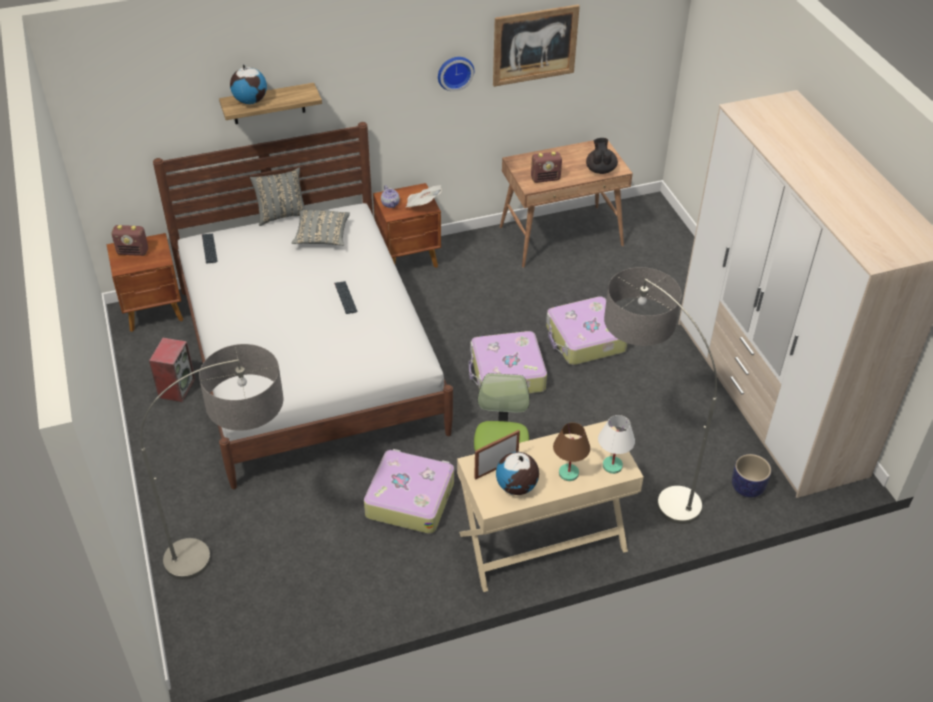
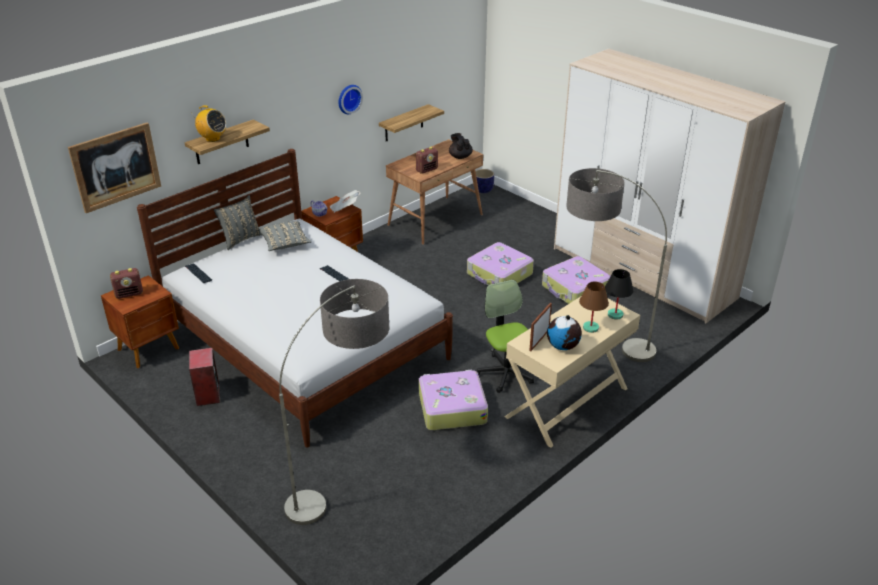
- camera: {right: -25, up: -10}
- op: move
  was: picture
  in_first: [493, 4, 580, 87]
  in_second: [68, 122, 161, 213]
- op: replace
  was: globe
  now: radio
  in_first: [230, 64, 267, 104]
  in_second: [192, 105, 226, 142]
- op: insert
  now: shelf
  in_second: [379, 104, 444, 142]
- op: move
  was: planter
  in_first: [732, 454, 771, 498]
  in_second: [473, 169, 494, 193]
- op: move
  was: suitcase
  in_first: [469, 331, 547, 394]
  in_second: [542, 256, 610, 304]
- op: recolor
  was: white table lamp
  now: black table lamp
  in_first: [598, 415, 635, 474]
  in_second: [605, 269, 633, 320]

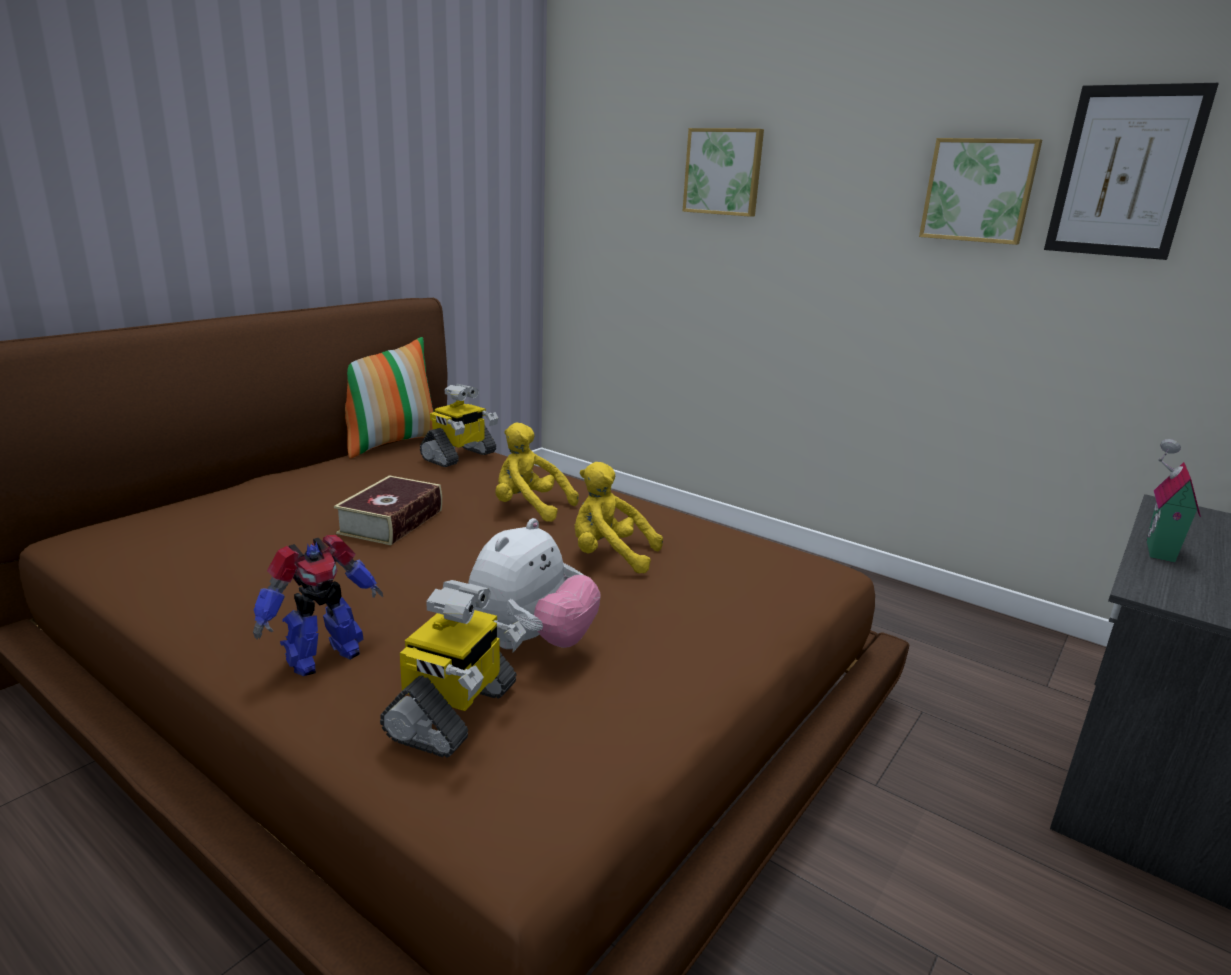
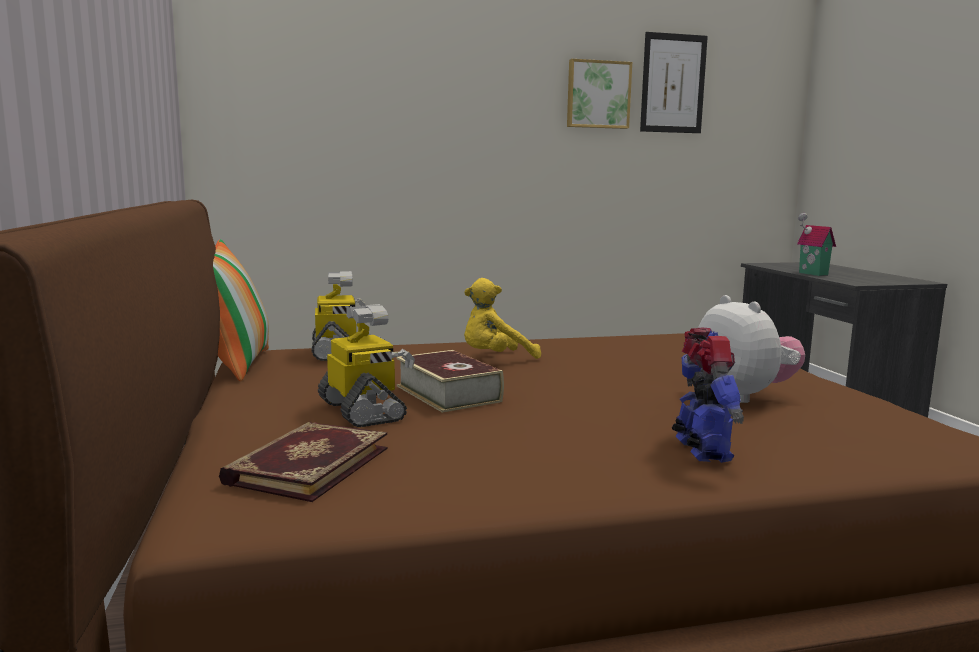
- camera: {right: -50, up: -10}
- op: insert
  now: book
  in_second: [219, 422, 387, 502]
- op: move
  was: toy robot
  in_first: [380, 580, 526, 758]
  in_second: [318, 304, 415, 427]
- op: delete
  was: yellow plush toy
  in_first: [575, 462, 663, 574]
- op: delete
  was: picture
  in_first: [683, 128, 764, 217]

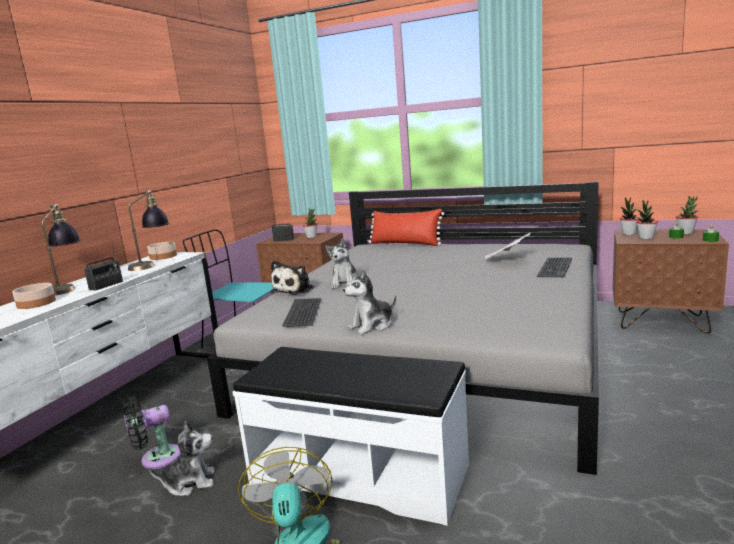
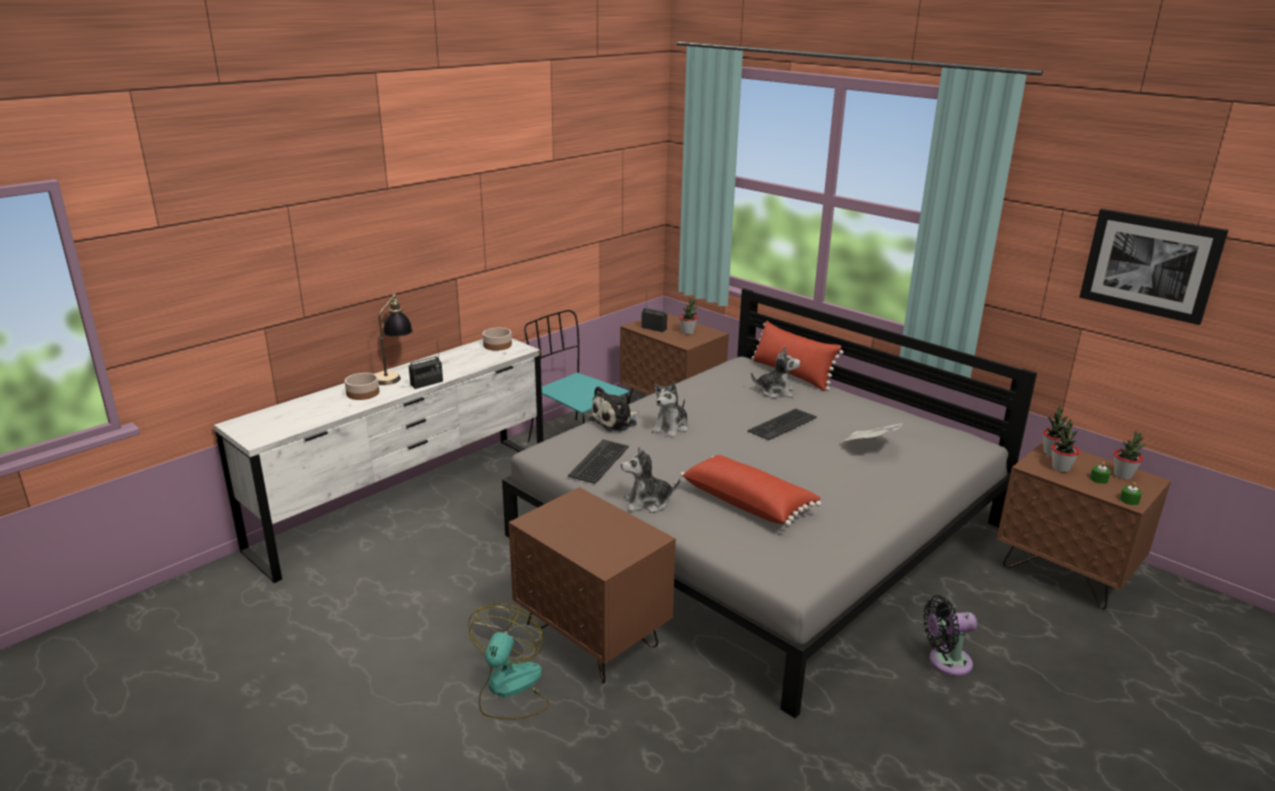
- camera: {right: 20, up: 10}
- op: replace
  was: white bench
  now: brown nightstand
  in_first: [233, 347, 469, 526]
  in_second: [508, 487, 676, 683]
- op: insert
  now: red pillow
  in_second: [680, 455, 821, 526]
- op: move
  was: keyboard
  in_first: [537, 258, 572, 278]
  in_second: [748, 409, 817, 440]
- op: move
  was: plush toy
  in_first: [149, 421, 215, 496]
  in_second: [751, 346, 801, 398]
- op: move
  was: black fan
  in_first: [122, 396, 180, 469]
  in_second: [923, 595, 977, 676]
- op: insert
  now: picture
  in_second: [1079, 209, 1228, 325]
- op: delete
  was: table lamp
  in_first: [128, 190, 169, 271]

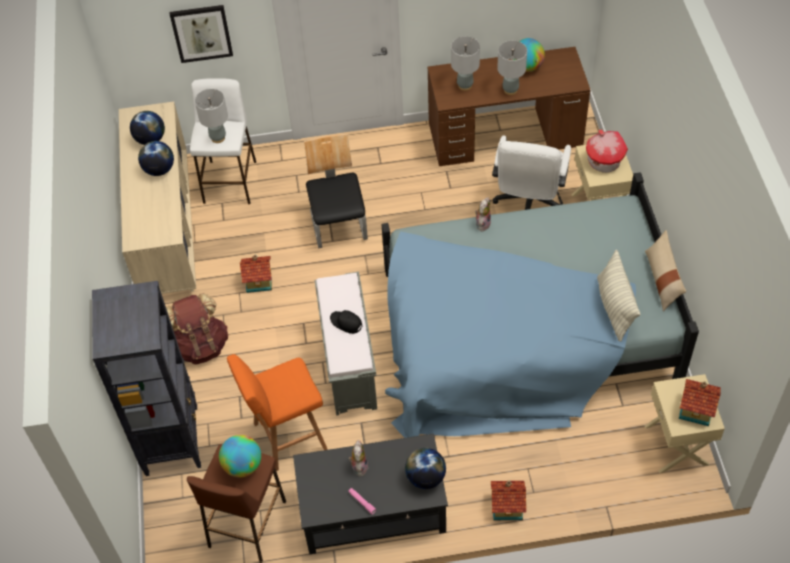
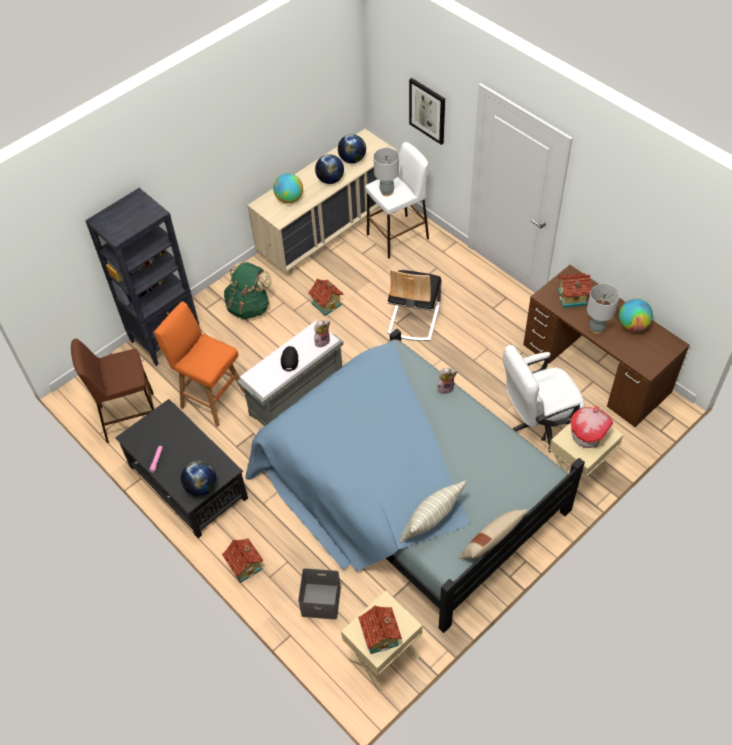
- camera: {right: 55, up: 0}
- op: recolor
  was: brown backpack
  now: green backpack
  in_first: [166, 293, 228, 364]
  in_second: [224, 261, 272, 319]
- op: move
  was: globe
  in_first: [219, 435, 261, 478]
  in_second: [273, 173, 303, 203]
- op: insert
  now: grey storage box
  in_second: [298, 568, 341, 620]
- op: move
  was: plush toy
  in_first: [349, 440, 368, 476]
  in_second: [314, 320, 330, 347]
- op: rotate
  was: chair
  in_first: [304, 134, 368, 248]
  in_second: [388, 269, 441, 341]
  clockwise: 150
- op: replace
  was: grey table lamp
  now: toy house
  in_first: [451, 36, 480, 91]
  in_second: [558, 273, 591, 308]

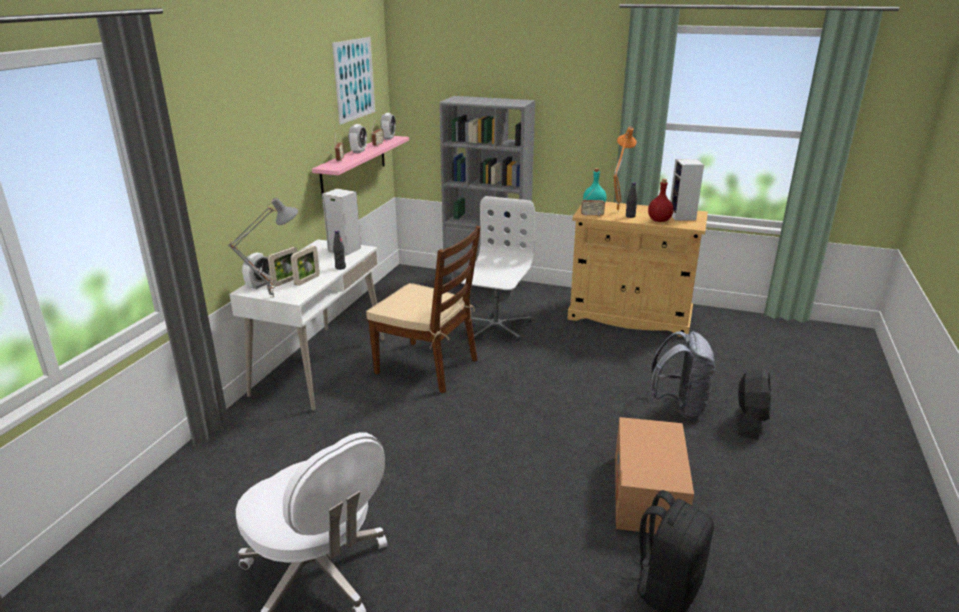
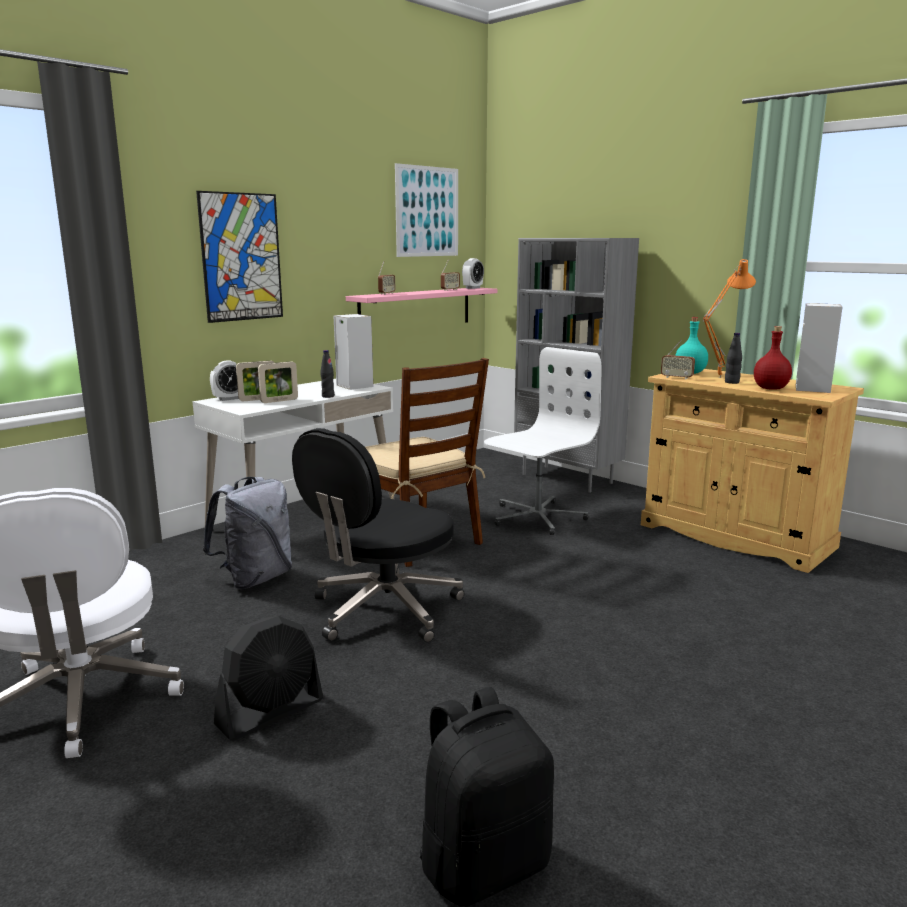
- camera: {right: 25, up: -10}
- op: insert
  now: picture
  in_second: [196, 191, 283, 323]
- op: move
  was: grey backpack
  in_first: [650, 331, 716, 419]
  in_second: [202, 477, 292, 589]
- op: move
  was: black fan
  in_first: [738, 369, 771, 440]
  in_second: [214, 616, 323, 741]
- op: insert
  now: black office chair
  in_second: [292, 428, 464, 642]
- op: delete
  was: grey table lamp
  in_first: [228, 197, 298, 298]
- op: delete
  was: alarm clock
  in_first: [349, 124, 367, 153]
- op: delete
  was: cardboard box
  in_first: [615, 417, 694, 534]

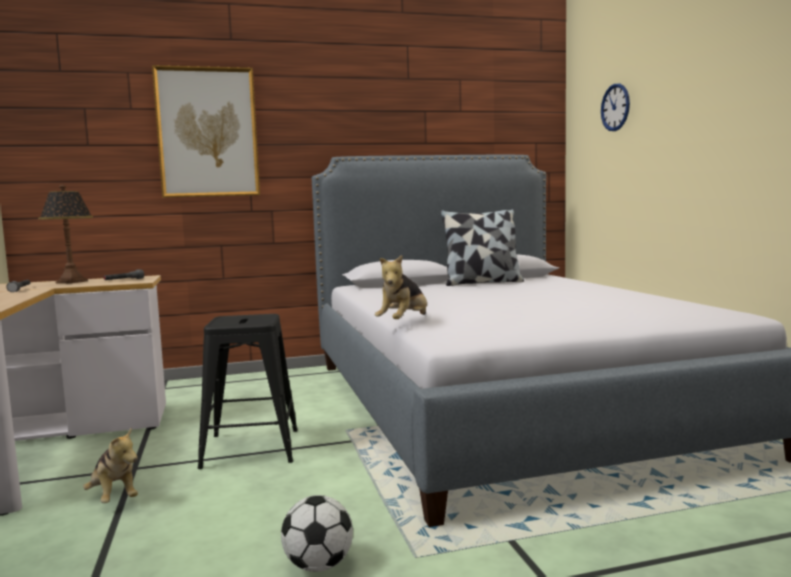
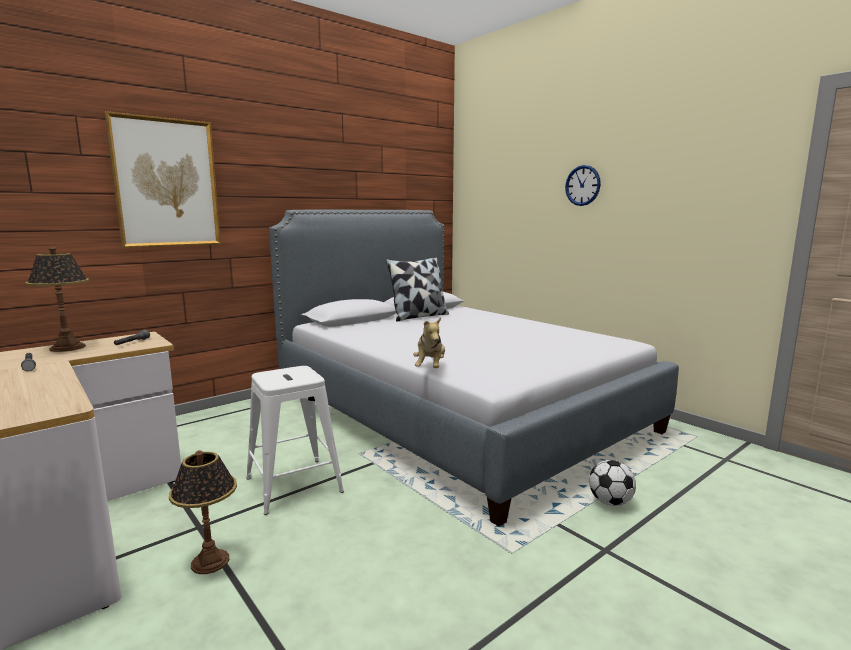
- camera: {right: -25, up: 5}
- op: replace
  was: plush toy
  now: table lamp
  in_first: [83, 428, 138, 503]
  in_second: [169, 450, 237, 574]
- op: recolor
  was: black stool
  now: white stool
  in_first: [198, 314, 298, 469]
  in_second: [246, 366, 344, 515]
- op: move
  was: wall clock
  in_first: [601, 84, 630, 131]
  in_second: [565, 165, 601, 206]
- op: move
  was: football
  in_first: [281, 495, 353, 572]
  in_second: [589, 460, 636, 506]

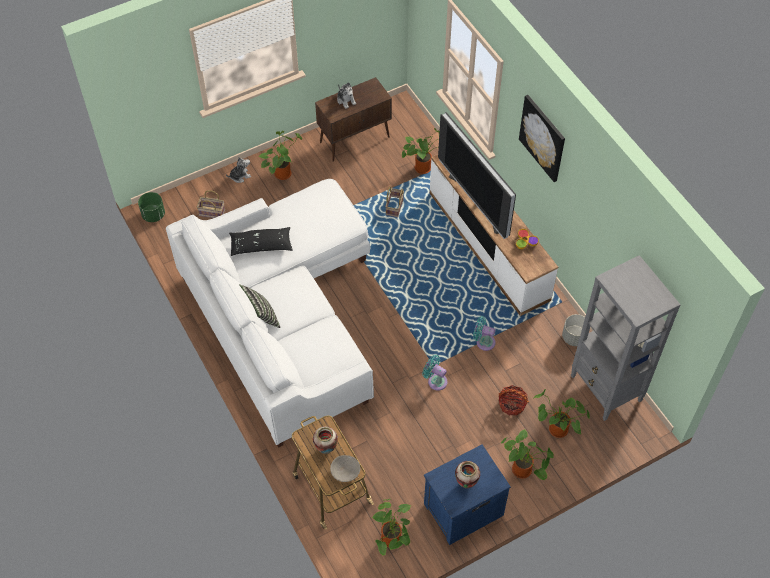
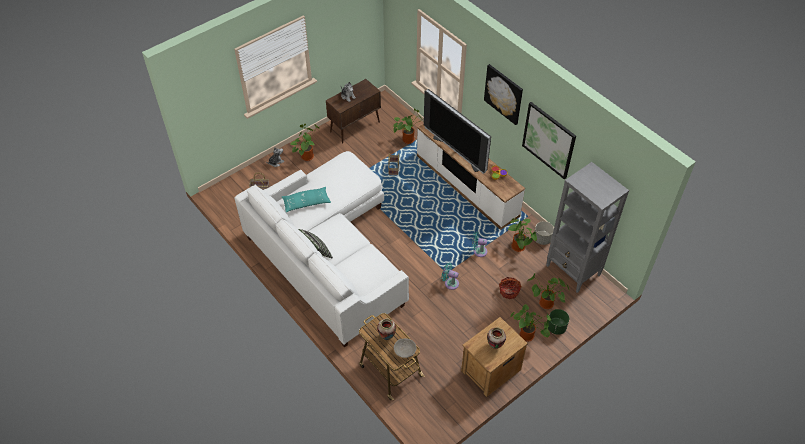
- camera: {right: -10, up: -5}
- op: recolor
  was: black pillow
  now: turquoise pillow
  in_first: [229, 227, 293, 256]
  in_second: [282, 187, 331, 212]
- op: recolor
  was: blue nightstand
  now: brown nightstand
  in_first: [424, 444, 511, 545]
  in_second: [461, 317, 528, 397]
- op: move
  was: potted plant
  in_first: [371, 499, 412, 556]
  in_second: [507, 218, 537, 252]
- op: insert
  now: picture
  in_second: [522, 102, 576, 180]
- op: move
  was: green planter
  in_first: [138, 192, 165, 222]
  in_second: [548, 309, 569, 335]

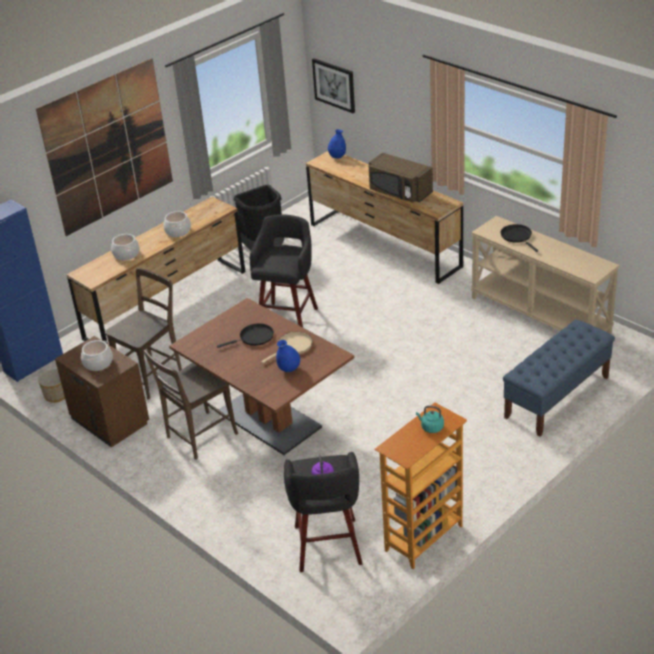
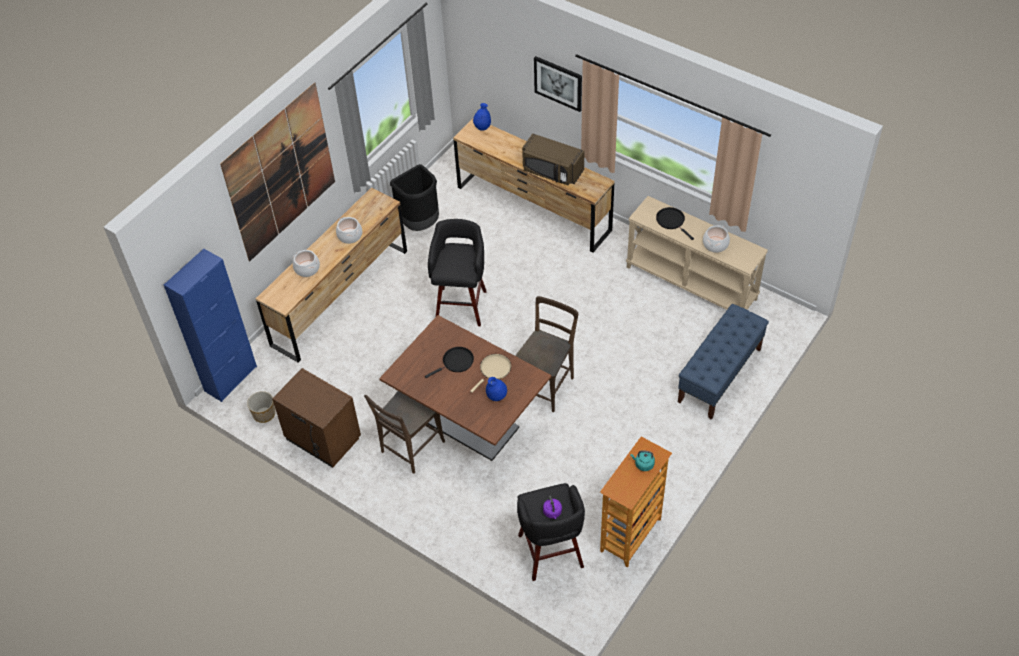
- camera: {right: -10, up: 15}
- op: move
  was: brown chair
  in_first: [105, 268, 182, 400]
  in_second: [515, 296, 578, 412]
- op: move
  was: picture
  in_first: [312, 58, 355, 113]
  in_second: [534, 56, 582, 112]
- op: move
  was: cooking pot
  in_first: [81, 340, 113, 371]
  in_second: [703, 225, 730, 253]

